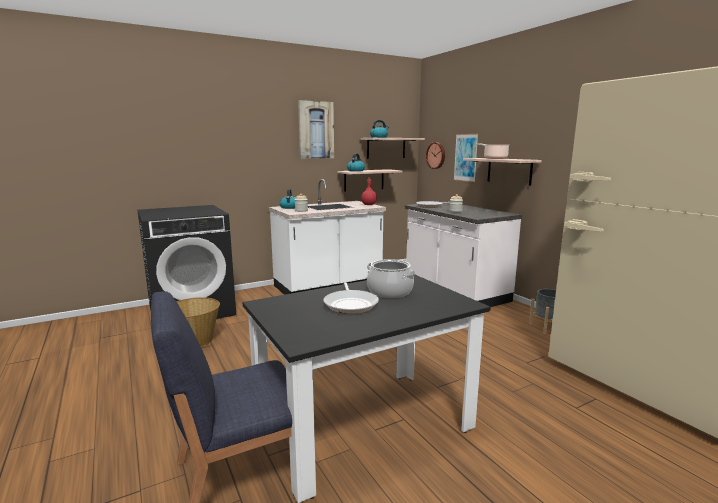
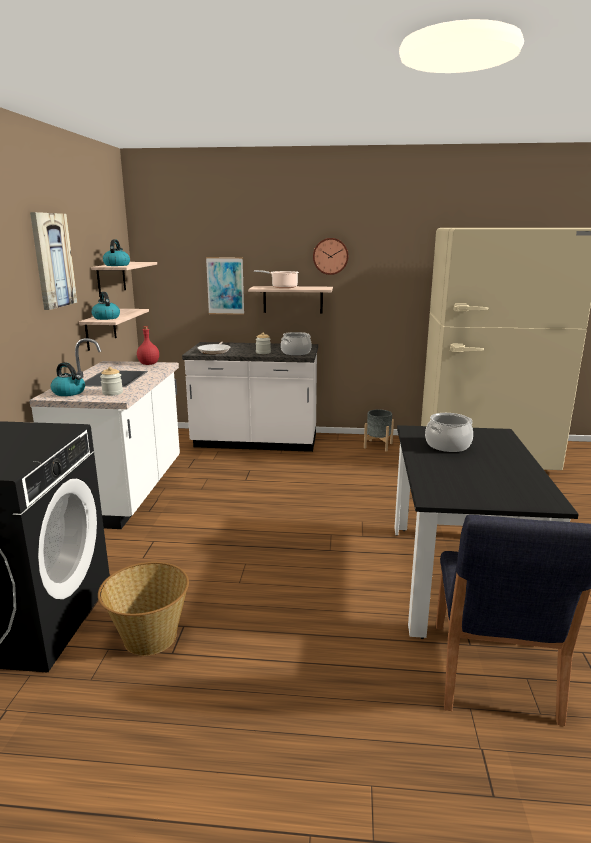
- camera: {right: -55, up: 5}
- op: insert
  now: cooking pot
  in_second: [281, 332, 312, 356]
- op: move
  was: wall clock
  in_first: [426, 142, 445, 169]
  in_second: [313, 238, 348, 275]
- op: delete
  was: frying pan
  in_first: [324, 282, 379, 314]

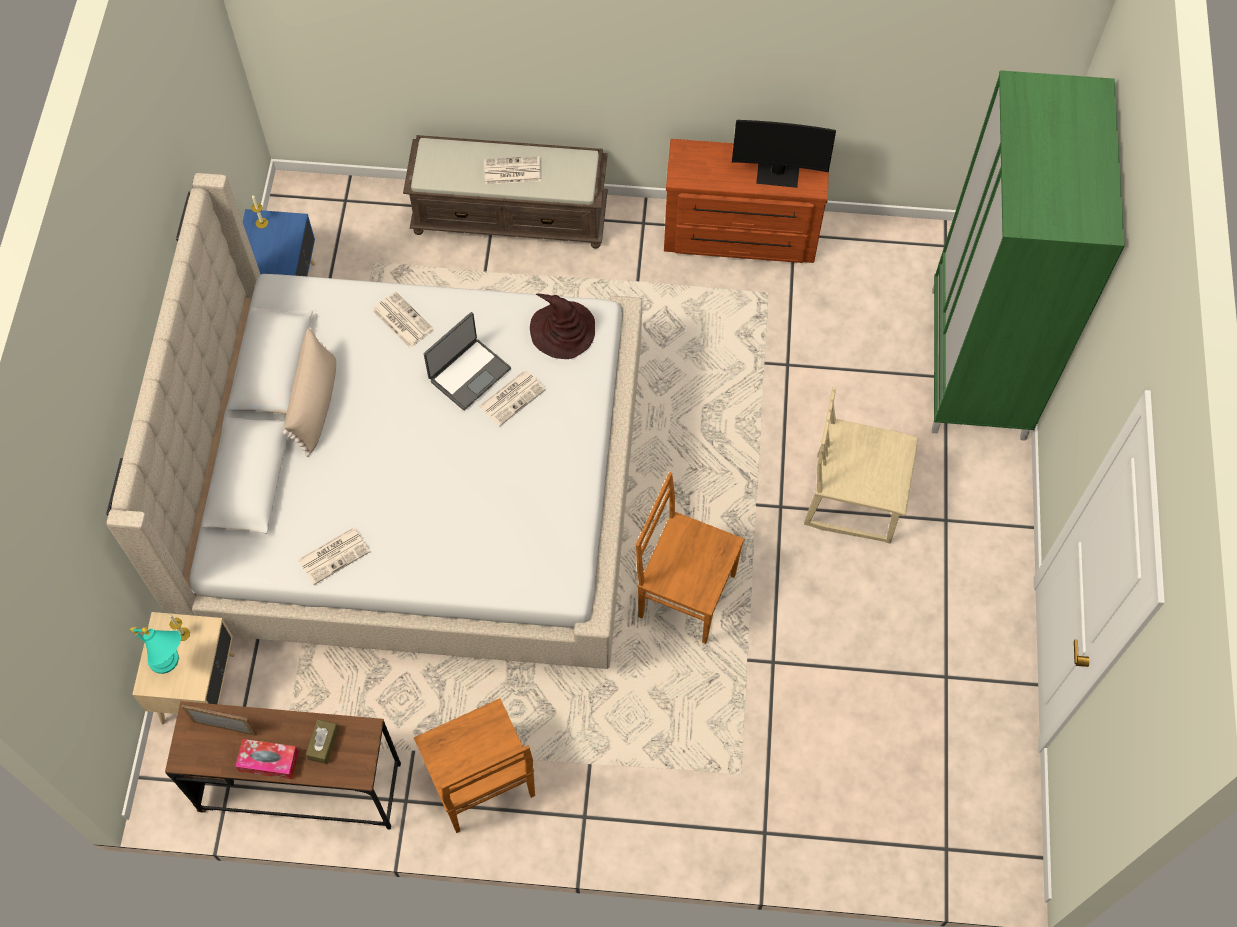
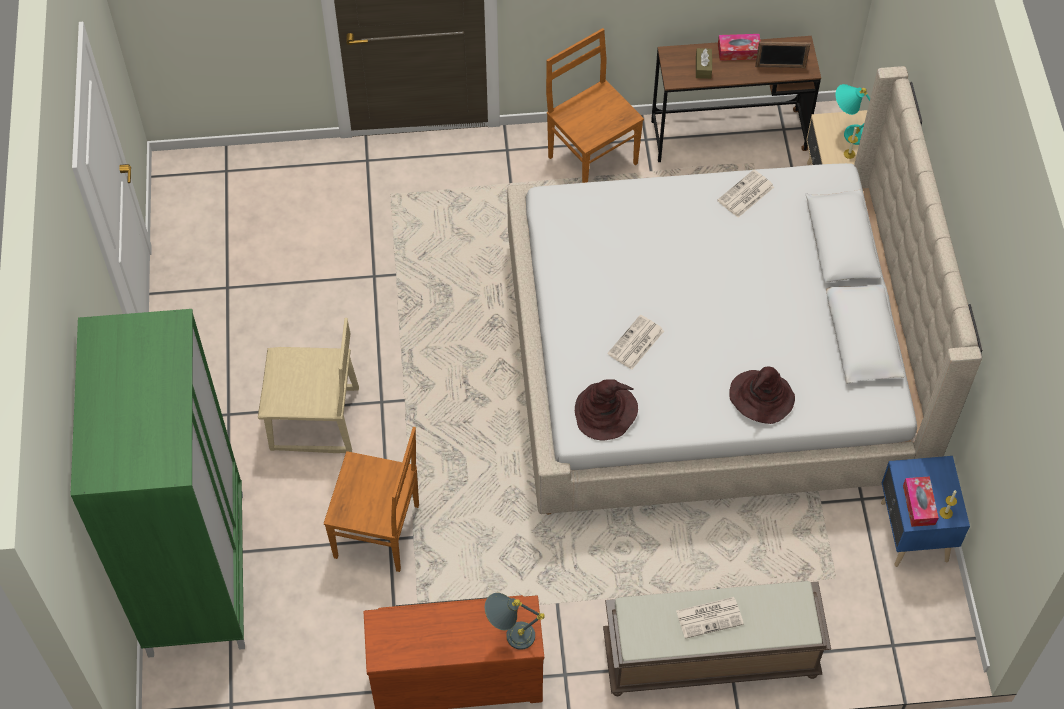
- camera: {right: 170, up: -5}
- op: move
  was: brown chair
  in_first: [636, 472, 744, 644]
  in_second: [324, 427, 419, 572]
- op: insert
  now: grey table lamp
  in_second: [485, 593, 545, 650]
- op: replace
  was: newspaper
  now: brown hat
  in_first: [372, 291, 434, 348]
  in_second: [729, 367, 795, 424]
- op: insert
  now: tissue box
  in_second: [903, 476, 938, 527]
- op: delete
  was: beige pillow
  in_first: [283, 327, 336, 457]
- op: delete
  was: laptop
  in_first: [424, 312, 511, 410]
- op: delete
  was: monitor
  in_first: [732, 120, 836, 188]

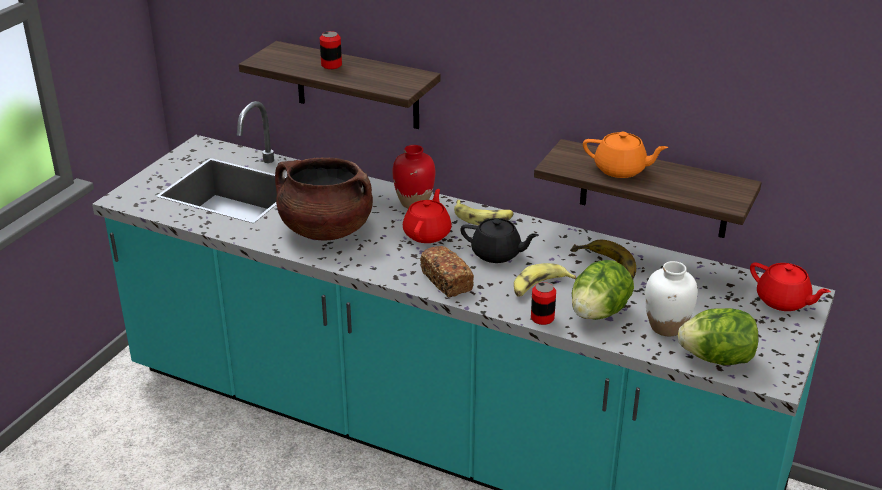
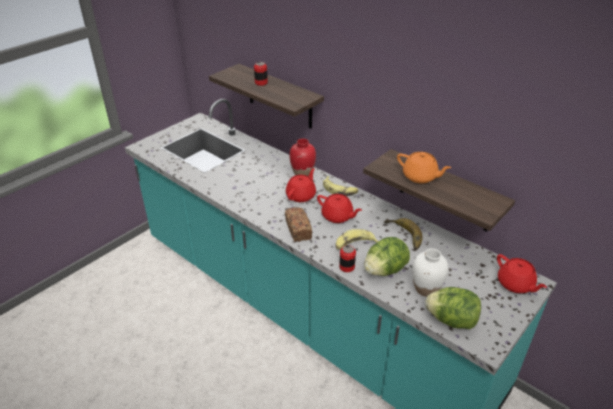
- camera: {right: 15, up: 5}
- op: recolor
  was: black teapot
  now: red teapot
  in_first: [460, 218, 539, 263]
  in_second: [317, 194, 362, 223]
- op: delete
  was: brown cooking pot
  in_first: [275, 158, 373, 240]

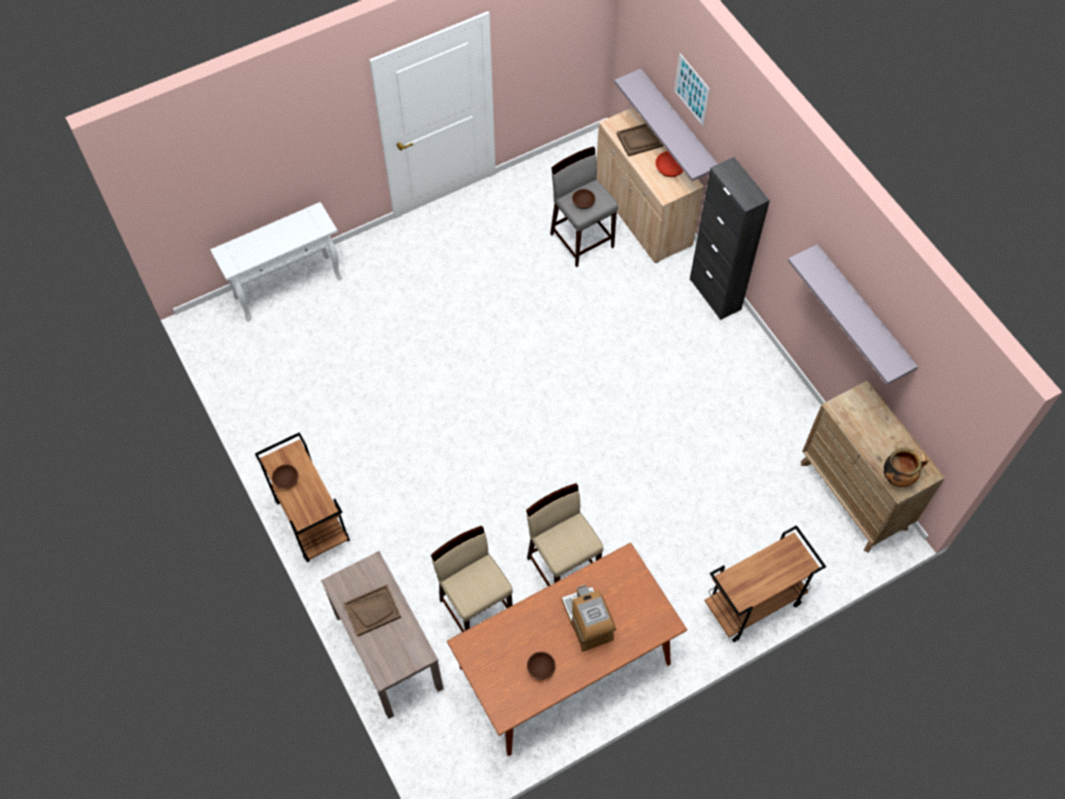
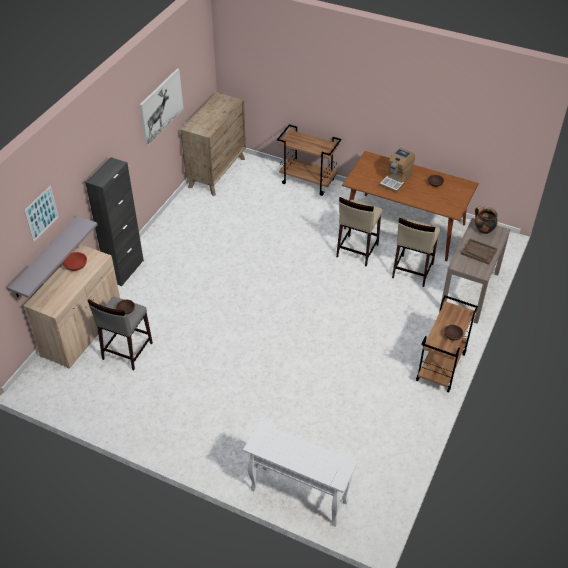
- camera: {right: -125, up: -15}
- op: replace
  was: grey shelf
  now: picture
  in_first: [788, 244, 918, 385]
  in_second: [140, 69, 183, 146]
- op: move
  was: cooking pot
  in_first: [884, 448, 928, 487]
  in_second: [475, 207, 498, 234]
- op: delete
  was: brown tray
  in_first: [617, 123, 664, 157]

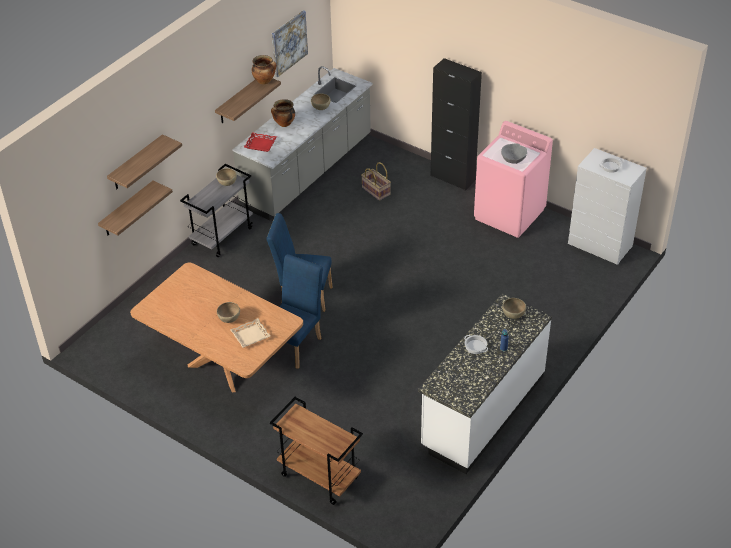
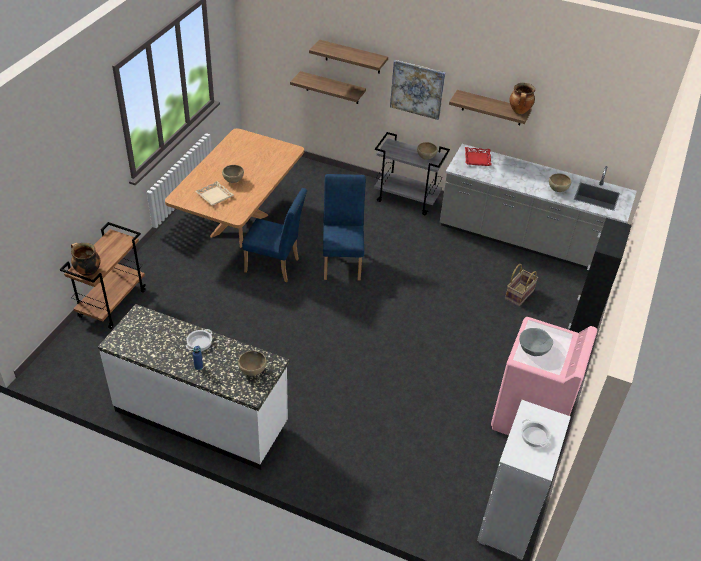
- camera: {right: 75, up: 0}
- op: move
  was: cooking pot
  in_first: [271, 99, 295, 127]
  in_second: [71, 242, 101, 277]
- op: move
  was: picture
  in_first: [272, 10, 308, 77]
  in_second: [390, 60, 446, 120]

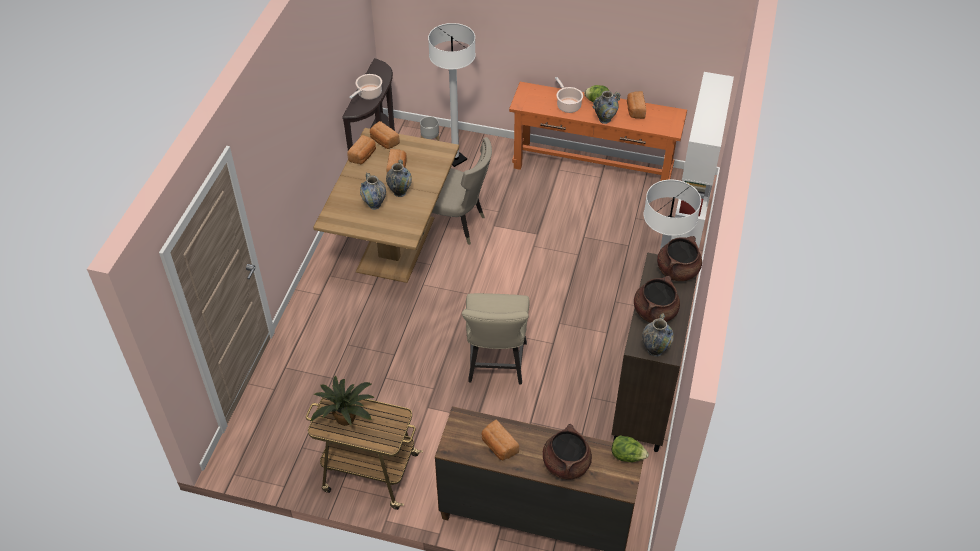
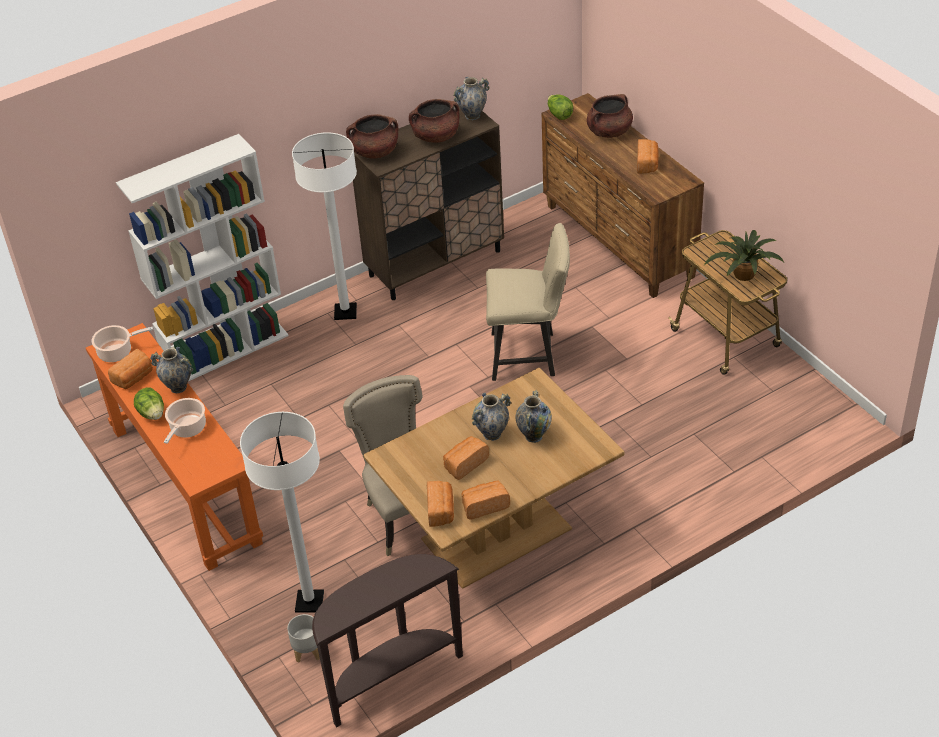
- camera: {right: -135, up: -5}
- op: move
  was: cooking pot
  in_first: [349, 74, 382, 100]
  in_second: [92, 325, 153, 362]
- op: rotate
  was: beige chair
  in_first: [462, 293, 530, 385]
  in_second: [486, 223, 570, 381]
  clockwise: 45

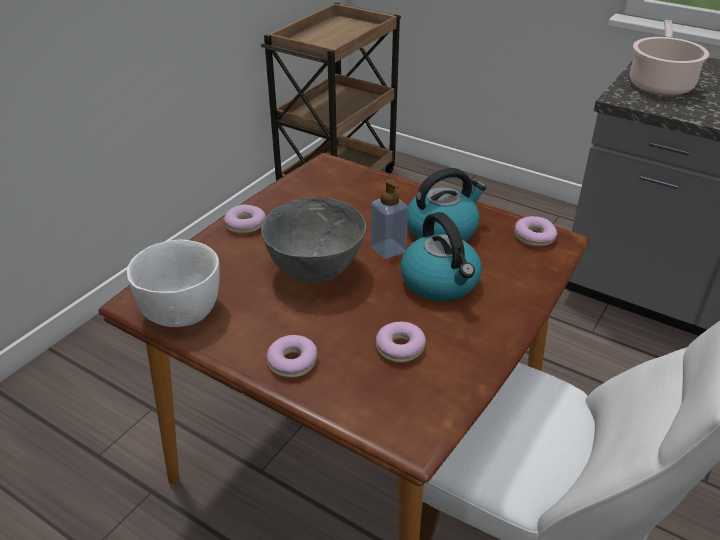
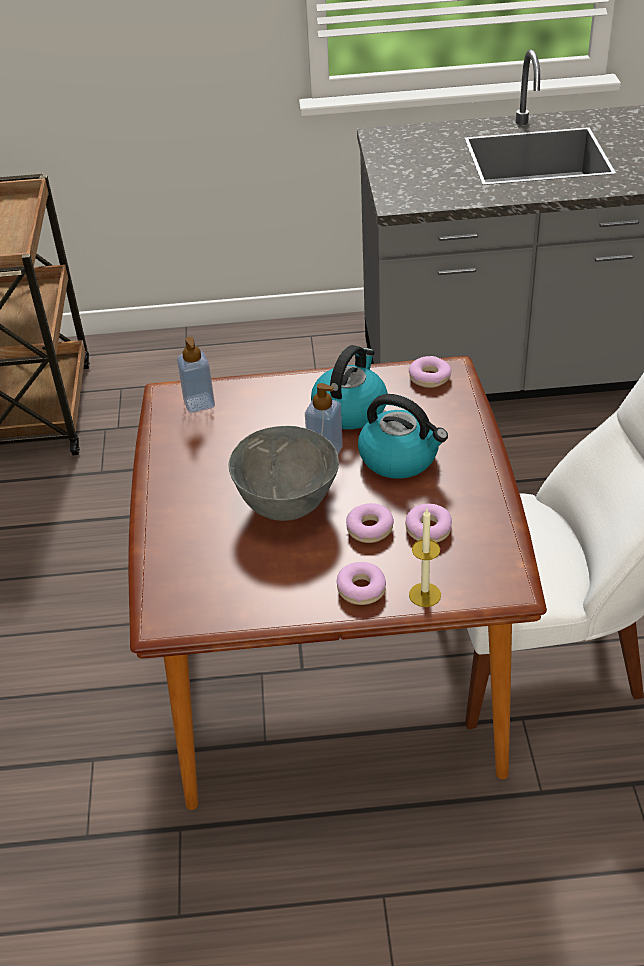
- camera: {right: -35, up: 5}
- op: insert
  now: soap dispenser
  in_second: [177, 337, 215, 413]
- op: move
  was: donut
  in_first: [224, 204, 266, 234]
  in_second: [346, 503, 394, 543]
- op: insert
  now: candle
  in_second: [409, 509, 441, 607]
- op: delete
  was: white bowl
  in_first: [127, 240, 220, 327]
- op: delete
  was: cooking pot
  in_first: [630, 20, 709, 95]

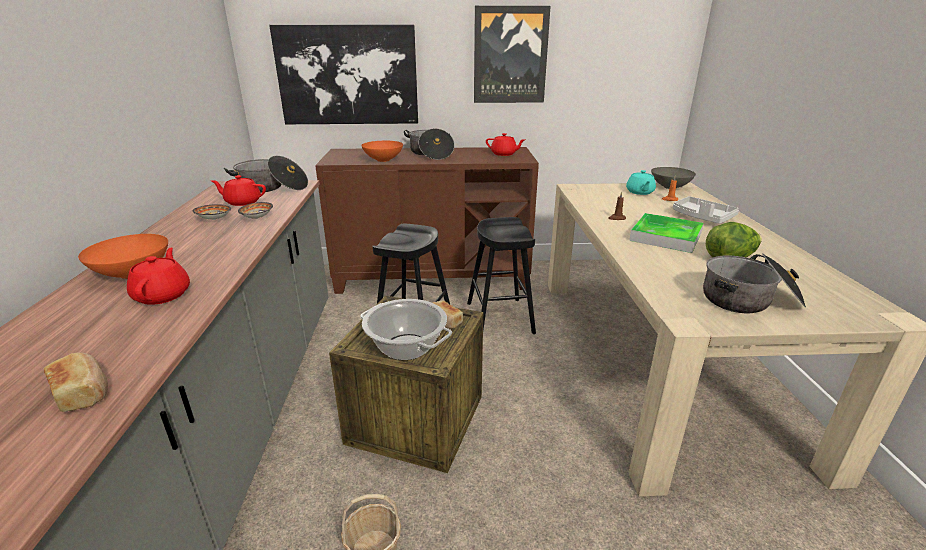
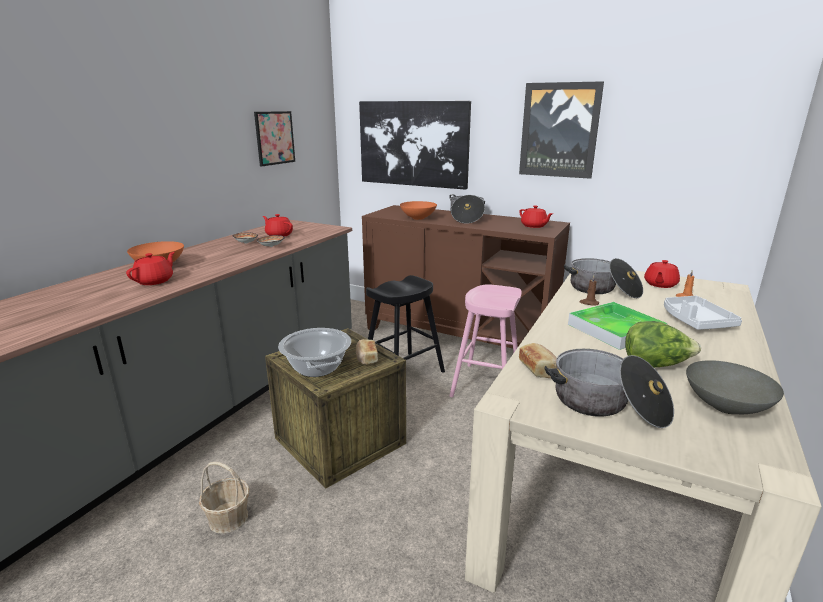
- camera: {right: 30, up: -5}
- op: insert
  now: picture
  in_second: [254, 111, 295, 166]
- op: recolor
  was: black stool
  now: pink stool
  in_first: [467, 217, 536, 334]
  in_second: [450, 284, 522, 397]
- op: move
  was: bread
  in_first: [44, 352, 108, 412]
  in_second: [519, 343, 558, 378]
- op: move
  was: cooking pot
  in_first: [224, 156, 308, 193]
  in_second: [564, 258, 643, 298]
- op: recolor
  was: turquoise teapot
  now: red teapot
  in_first: [626, 170, 656, 195]
  in_second: [644, 260, 680, 288]
- op: move
  was: grey bowl
  in_first: [651, 167, 696, 189]
  in_second: [686, 360, 784, 414]

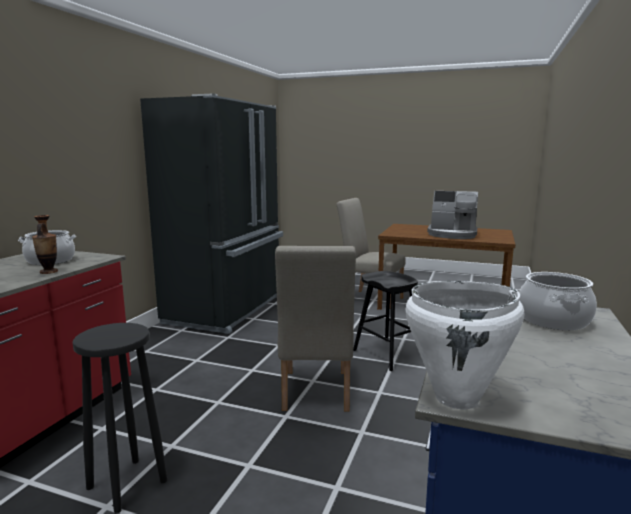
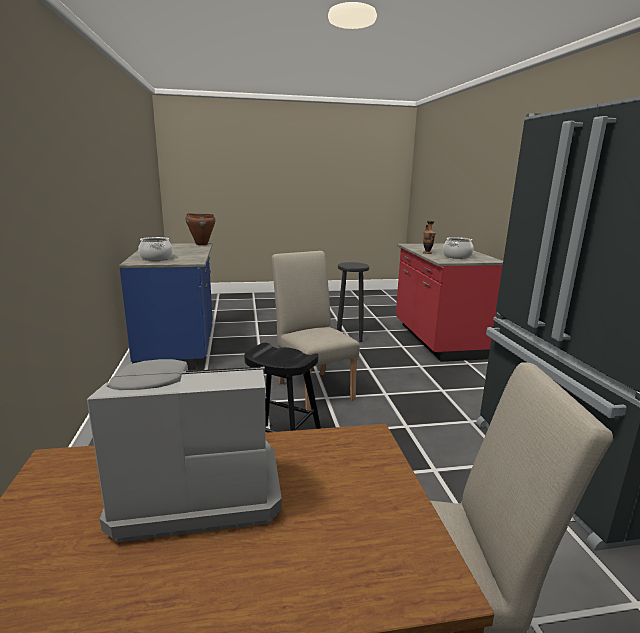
- camera: {right: 150, up: 5}
- op: recolor
  was: white cooking pot
  now: brown cooking pot
  in_first: [405, 281, 524, 409]
  in_second: [185, 213, 215, 245]

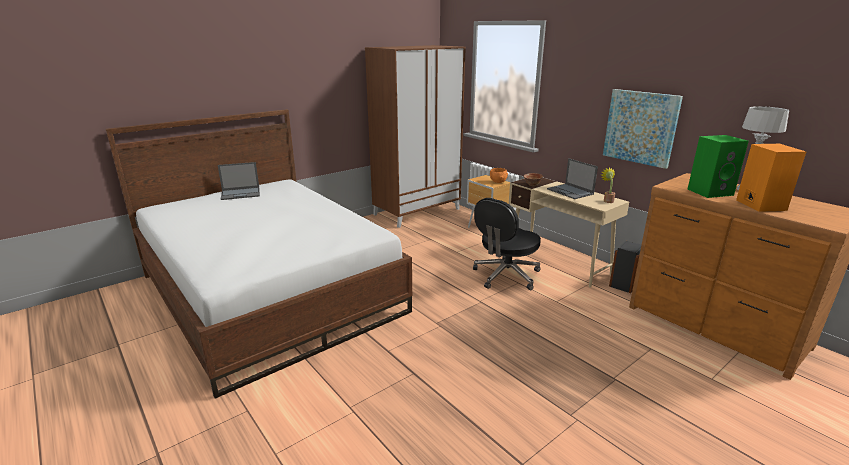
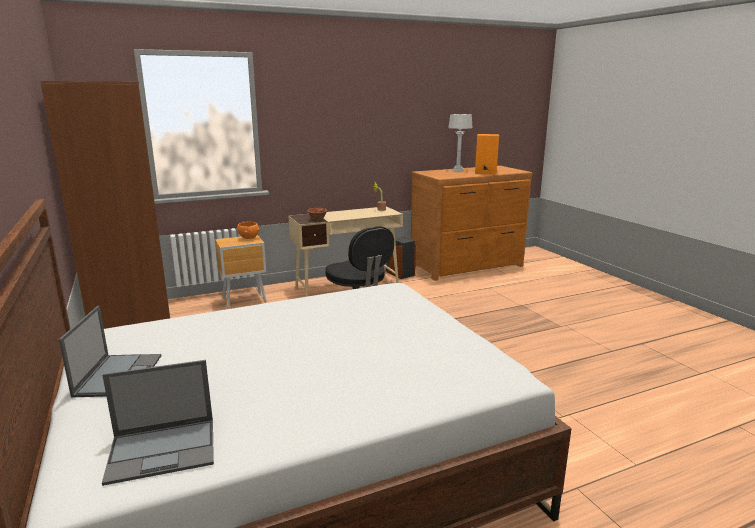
- camera: {right: -75, up: -5}
- op: move
  was: laptop
  in_first: [547, 158, 598, 199]
  in_second: [102, 360, 214, 486]
- op: delete
  was: picture
  in_first: [603, 89, 683, 169]
- op: delete
  was: green speaker
  in_first: [688, 135, 749, 198]

